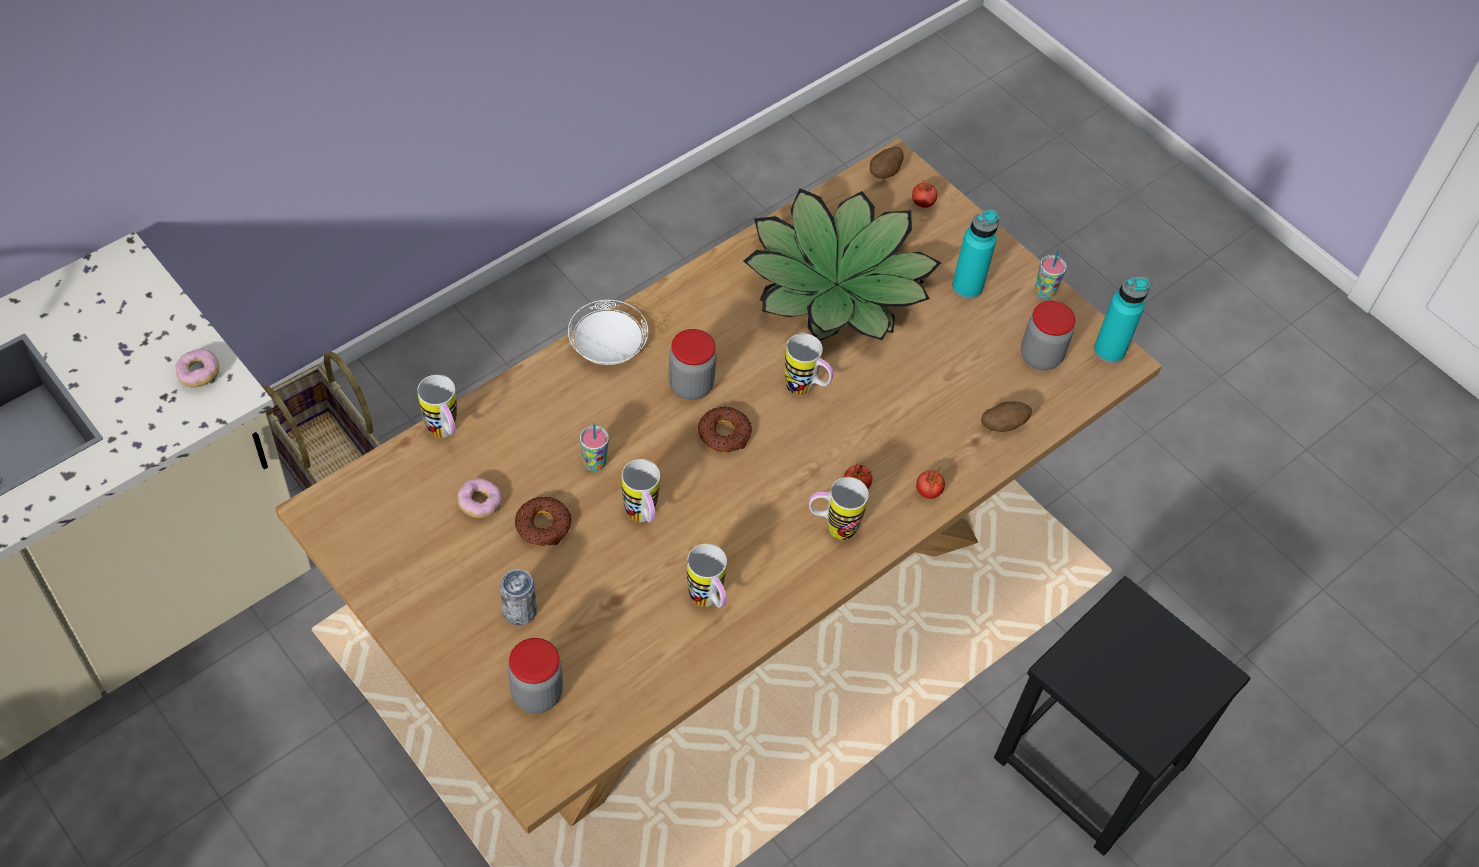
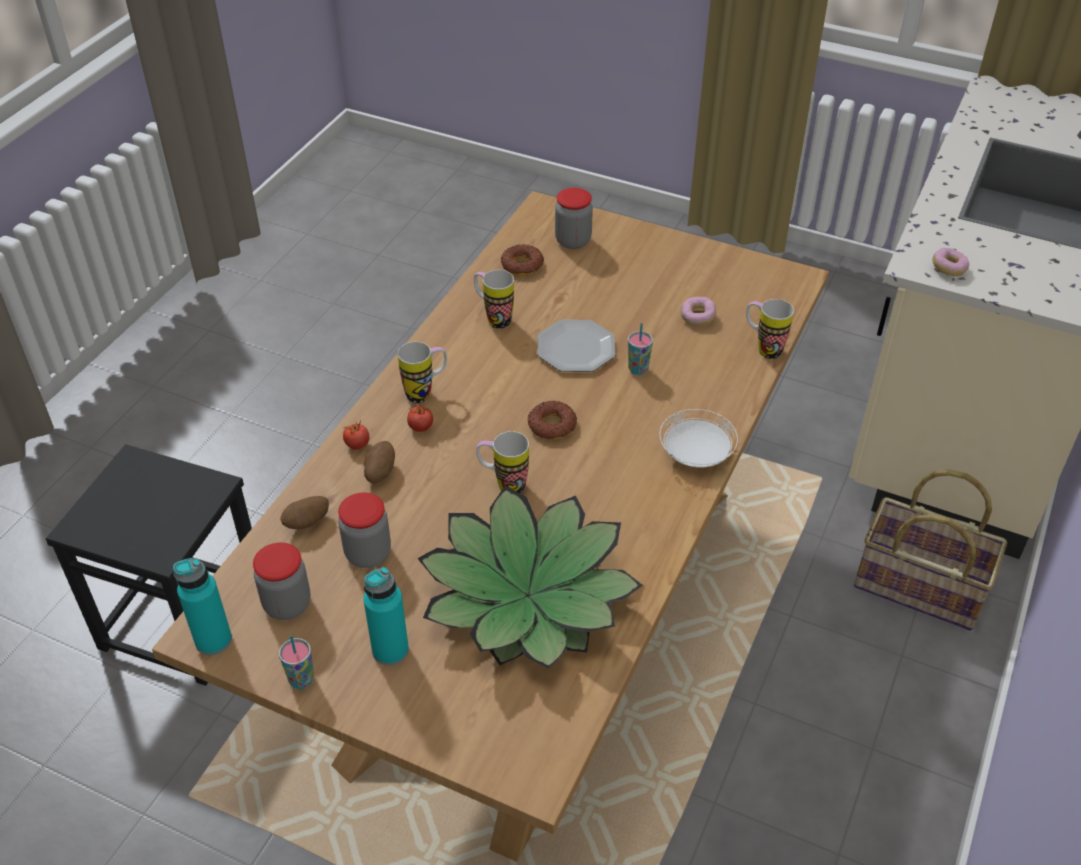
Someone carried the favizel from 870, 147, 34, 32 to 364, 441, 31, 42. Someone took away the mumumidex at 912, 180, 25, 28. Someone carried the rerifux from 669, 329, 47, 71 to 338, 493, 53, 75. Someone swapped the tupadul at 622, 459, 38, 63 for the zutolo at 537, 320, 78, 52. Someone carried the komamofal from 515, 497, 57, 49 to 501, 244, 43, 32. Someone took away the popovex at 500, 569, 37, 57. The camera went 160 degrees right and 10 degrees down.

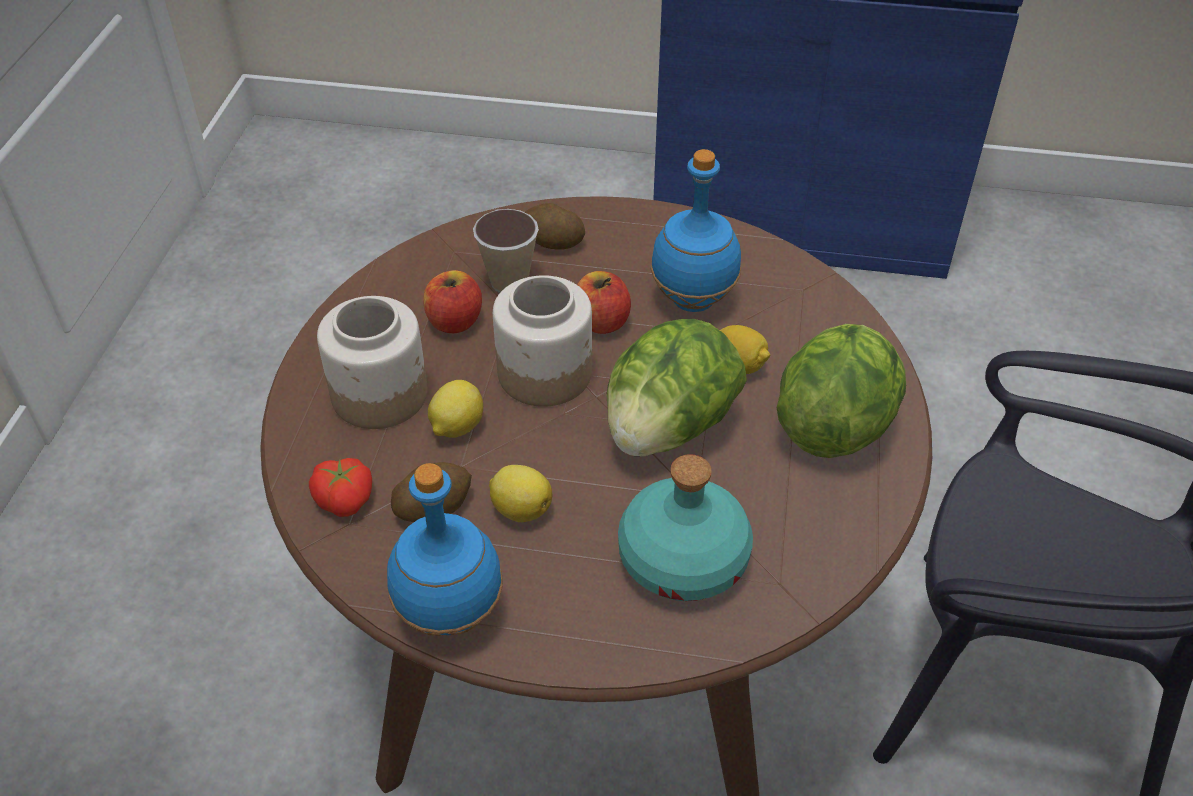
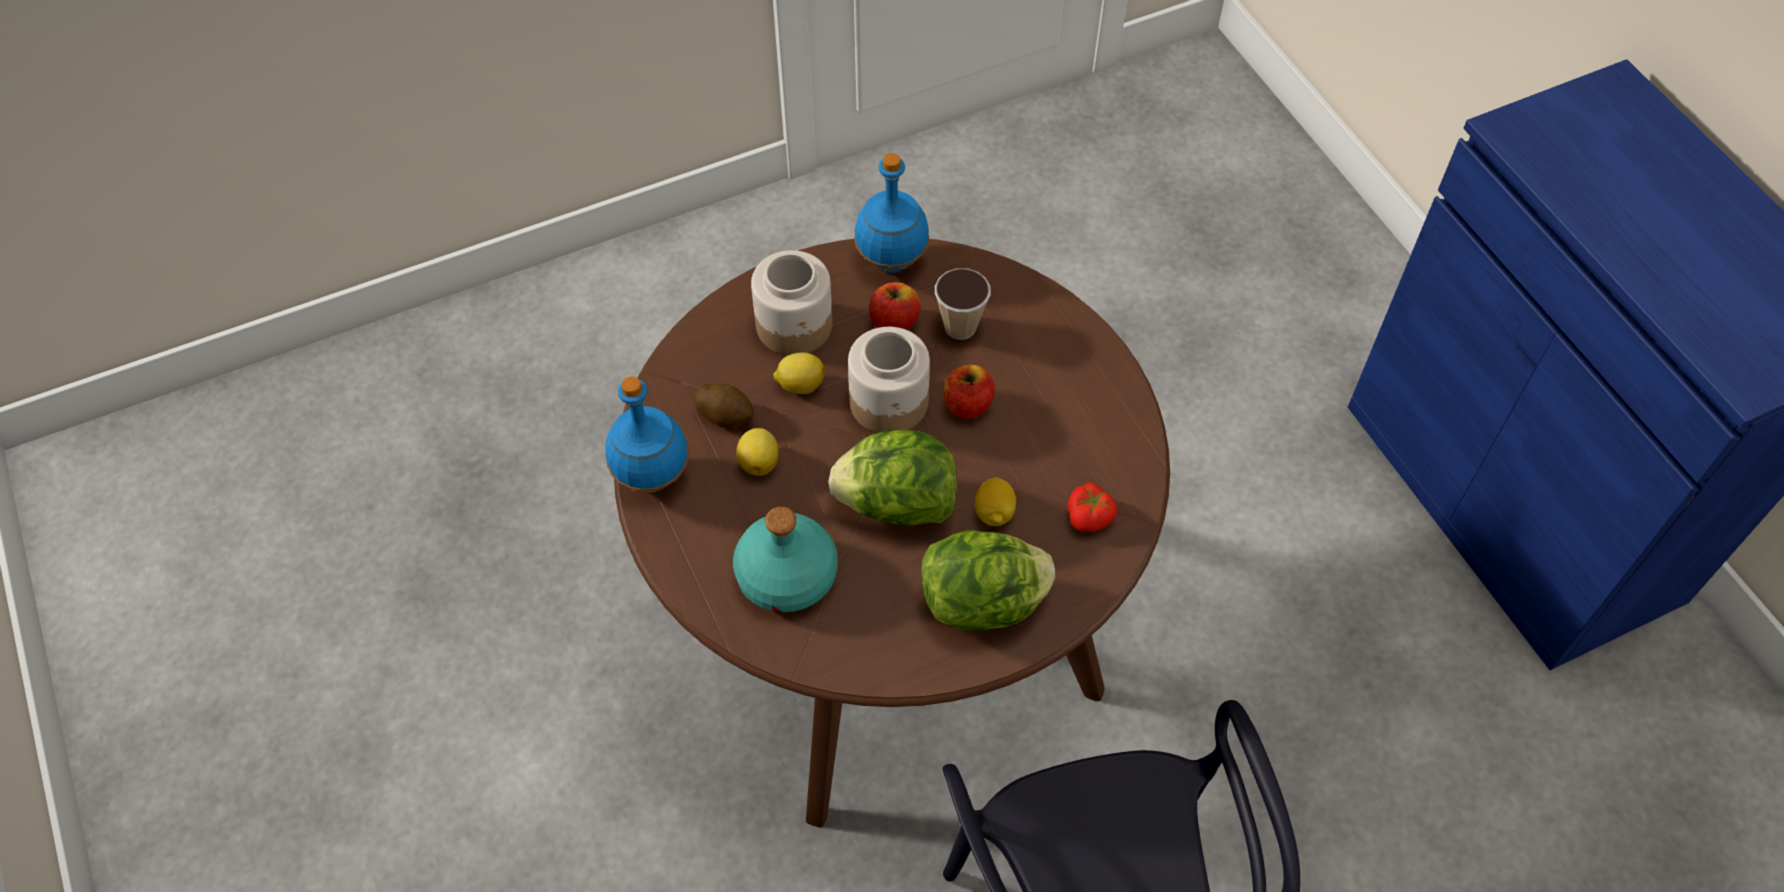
Someone carried the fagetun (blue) from 651, 149, 90, 163 to 854, 153, 75, 120. Someone took away the favizel at 525, 203, 60, 46. Someone carried the mumumidex from 309, 458, 63, 59 to 1068, 482, 49, 50. The camera went 55 degrees right and 10 degrees up.

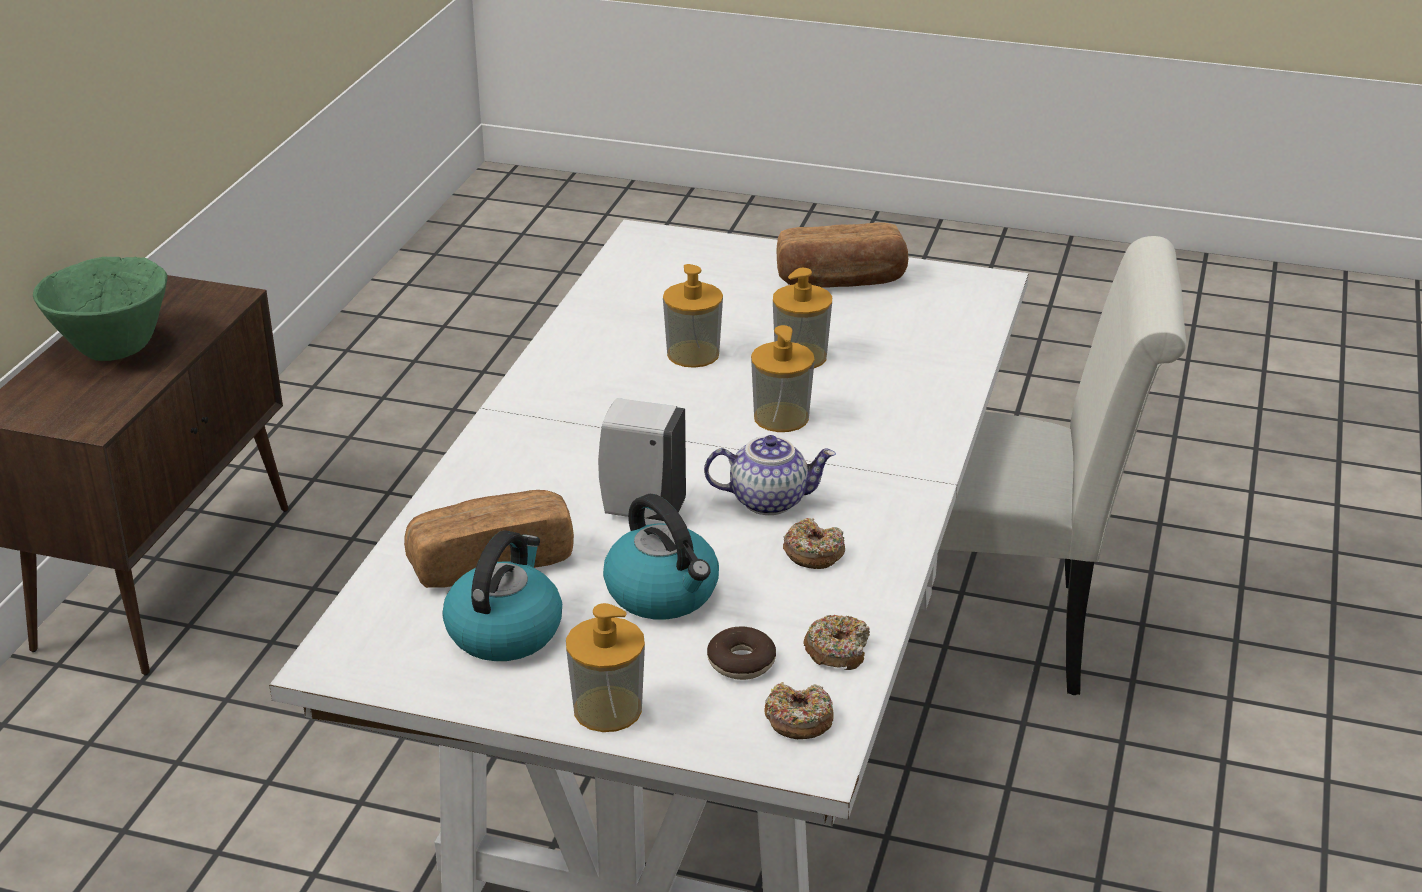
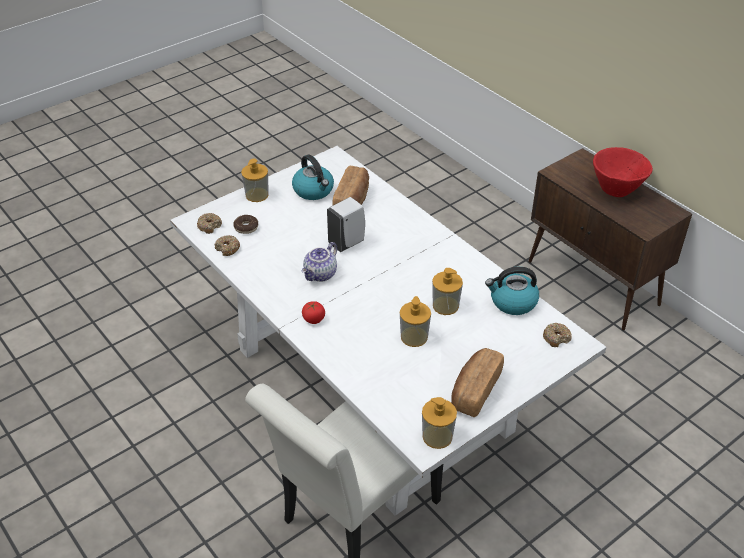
Someone repainted the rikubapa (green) at 33, 256, 134, 105, which became the rikubapa (red) at 593, 147, 60, 50. Someone carried the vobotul from 751, 325, 64, 107 to 422, 397, 35, 52. Someone carried the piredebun from 603, 494, 116, 126 to 485, 267, 54, 48. Someone carried the komamofal from 783, 518, 62, 51 to 543, 323, 29, 24. Someone put down the mumumidex at 302, 301, 23, 23. The camera went 125 degrees right and 10 degrees up.

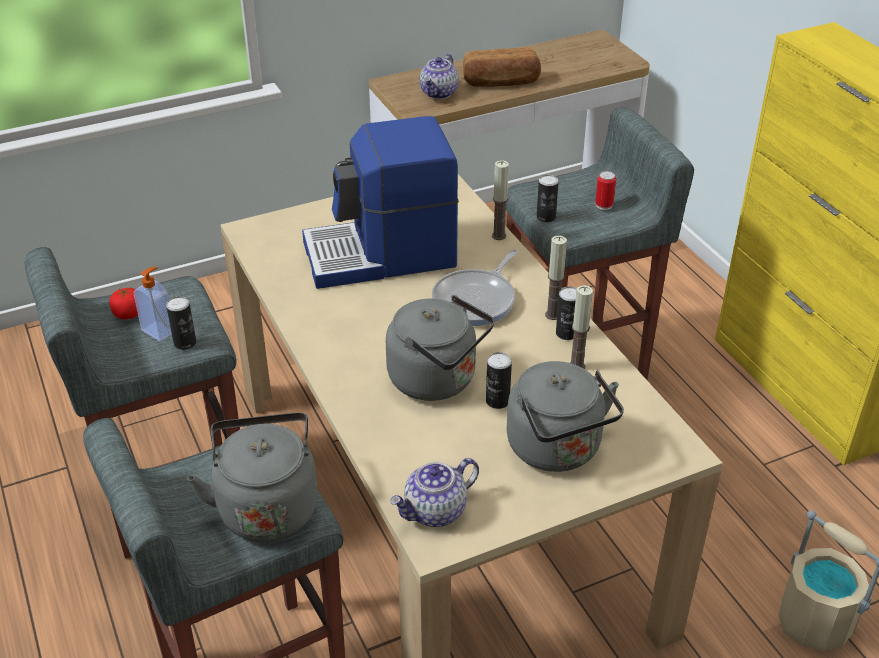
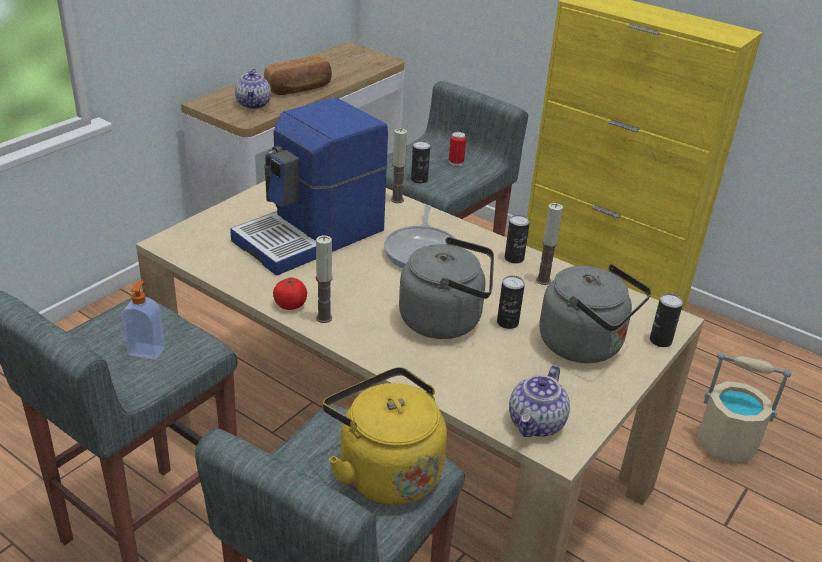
Someone carried the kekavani from 545, 236, 22, 84 to 316, 236, 17, 87. Someone carried the mumumidex from 109, 288, 29, 32 to 273, 278, 34, 32. Someone carried the popovex from 166, 296, 30, 54 to 650, 293, 33, 54. Someone repainted the piredebun (grey) at 187, 412, 131, 130, which became the piredebun (yellow) at 323, 367, 124, 138. The camera went 30 degrees left and 5 degrees down.

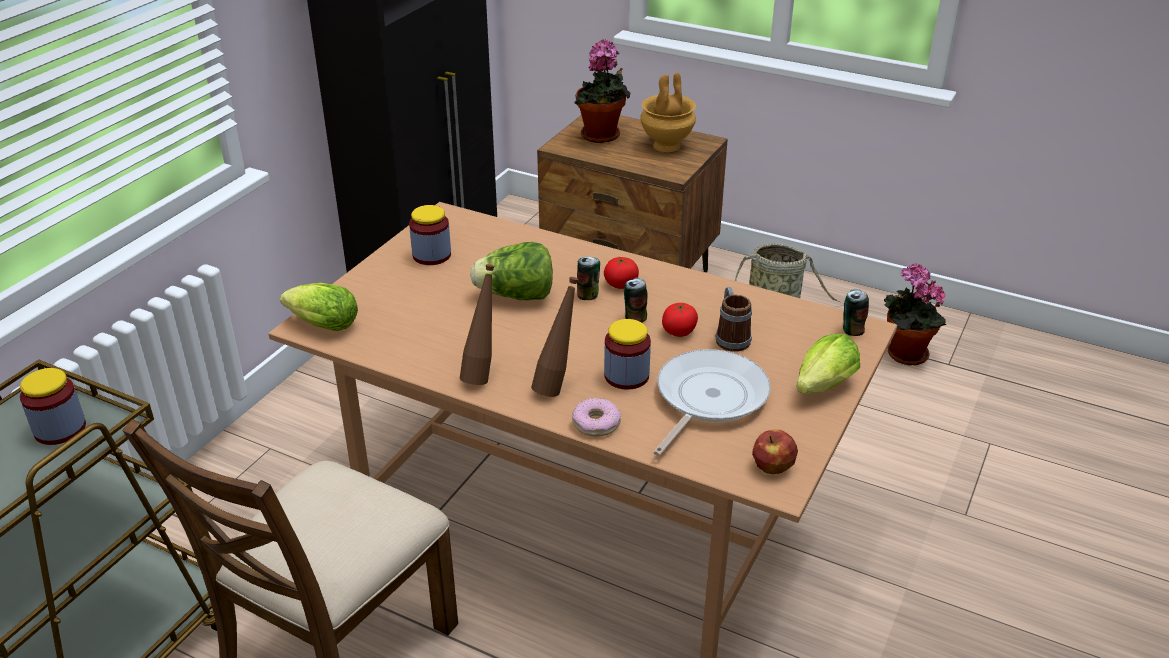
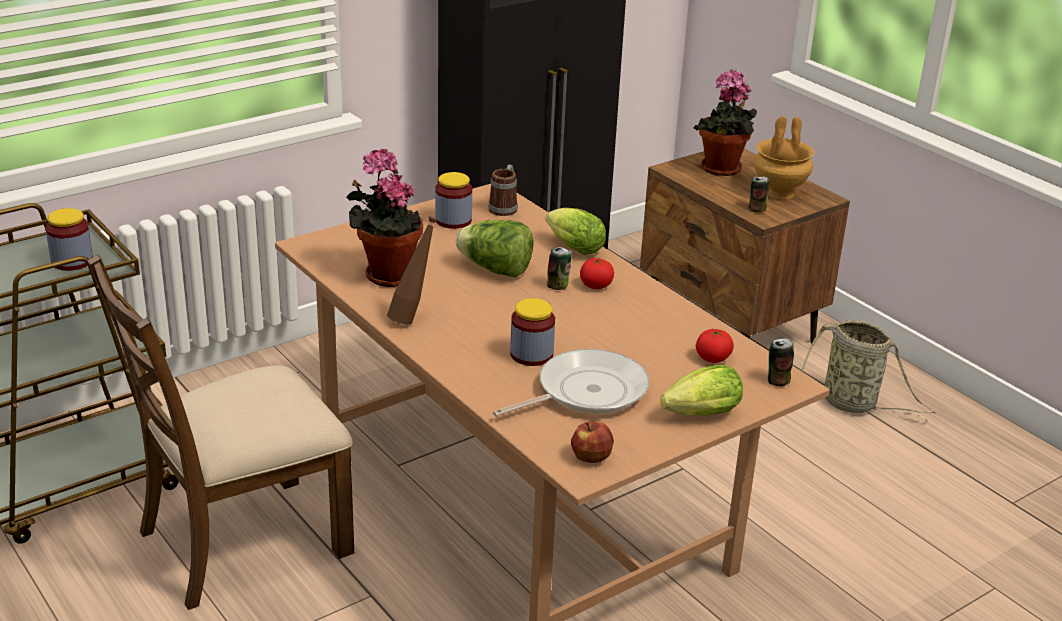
Someone carried the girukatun from 884, 263, 62, 102 to 346, 149, 77, 138. Someone took away the fagetun (brown) at 531, 277, 48, 120. Someone carried the popovex from 624, 278, 23, 45 to 749, 176, 20, 36. Someone carried the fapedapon from 280, 283, 78, 48 to 545, 208, 61, 47. Someone carried the tupadul from 715, 287, 37, 65 to 488, 165, 30, 51. Someone carried the mumumidex from 662, 303, 36, 34 to 696, 328, 38, 35. Someone took away the komamofal at 572, 398, 49, 38. The camera went 25 degrees right and 5 degrees down.

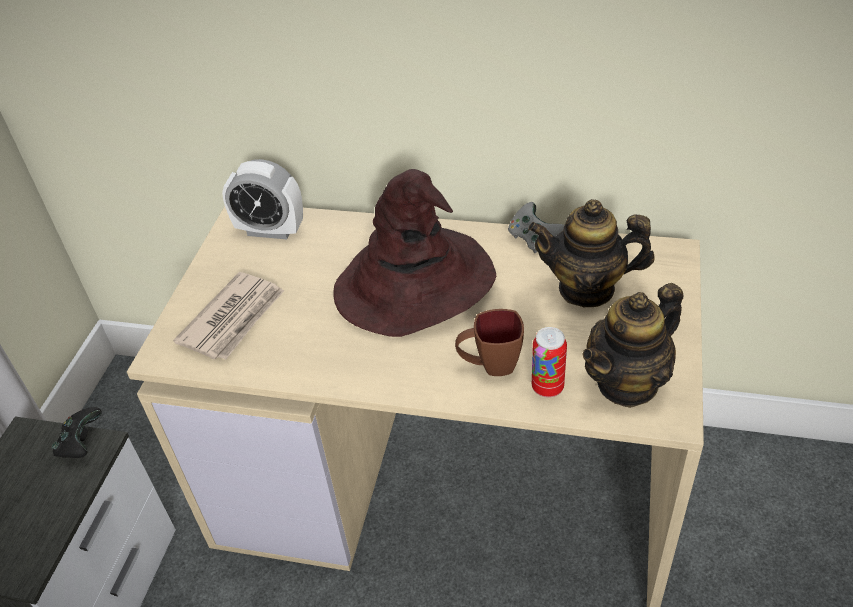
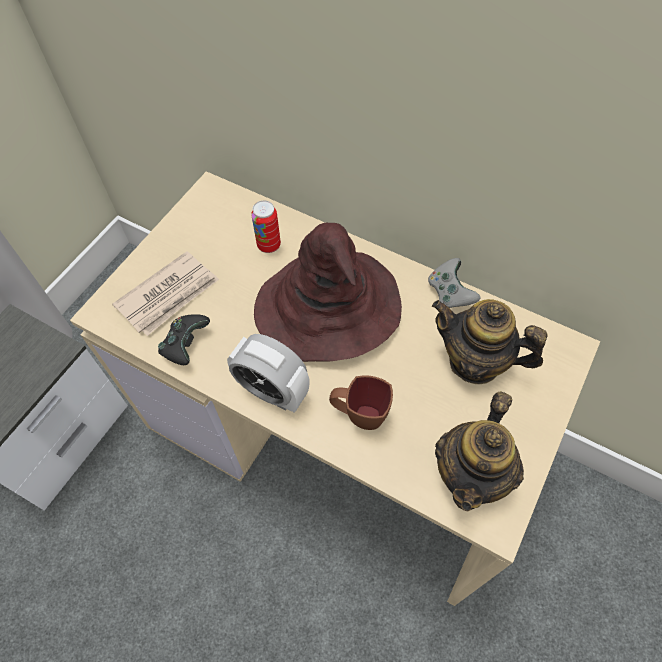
Someone carried the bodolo from 222, 159, 81, 80 to 227, 334, 83, 79. Someone rotated the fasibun at 582, 283, 102, 125 by 45 degrees counterclockwise. Someone carried the popovex from 532, 327, 35, 70 to 251, 200, 30, 53. Someone carried the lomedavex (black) from 52, 407, 50, 51 to 158, 314, 52, 51. The camera went 15 degrees right and 15 degrees up.

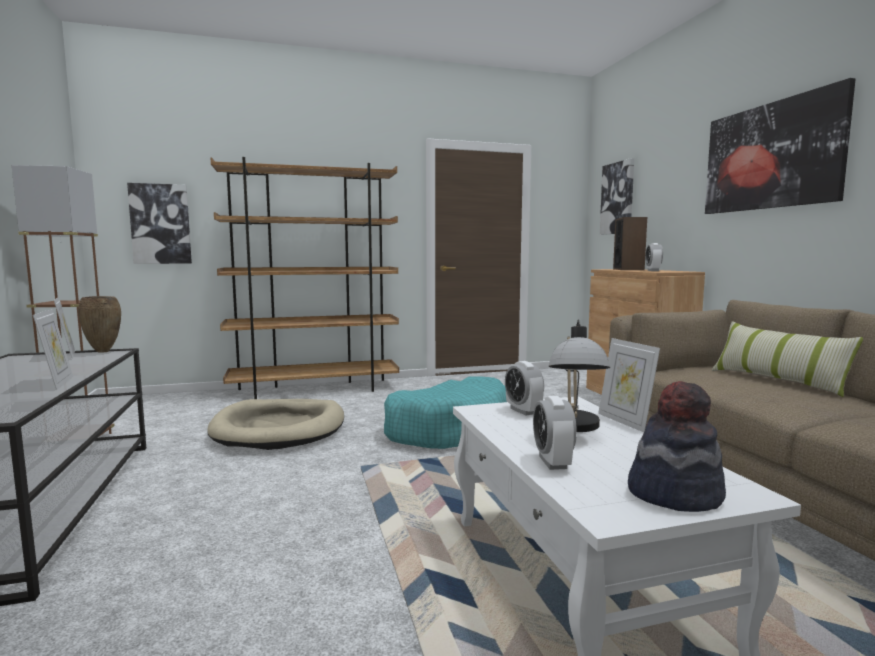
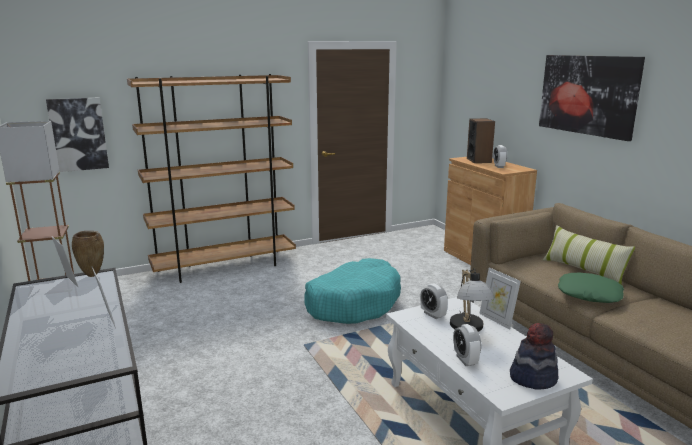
Someone took away the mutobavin at 600, 158, 34, 77. Someone took away the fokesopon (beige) at 207, 399, 137, 51. Someone put down the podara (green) at 558, 273, 66, 30. The camera went 10 degrees left and 10 degrees up.

